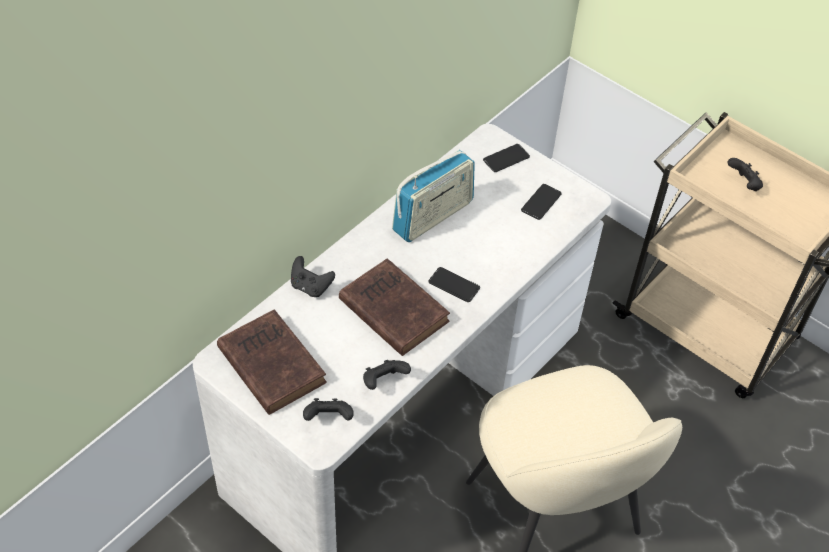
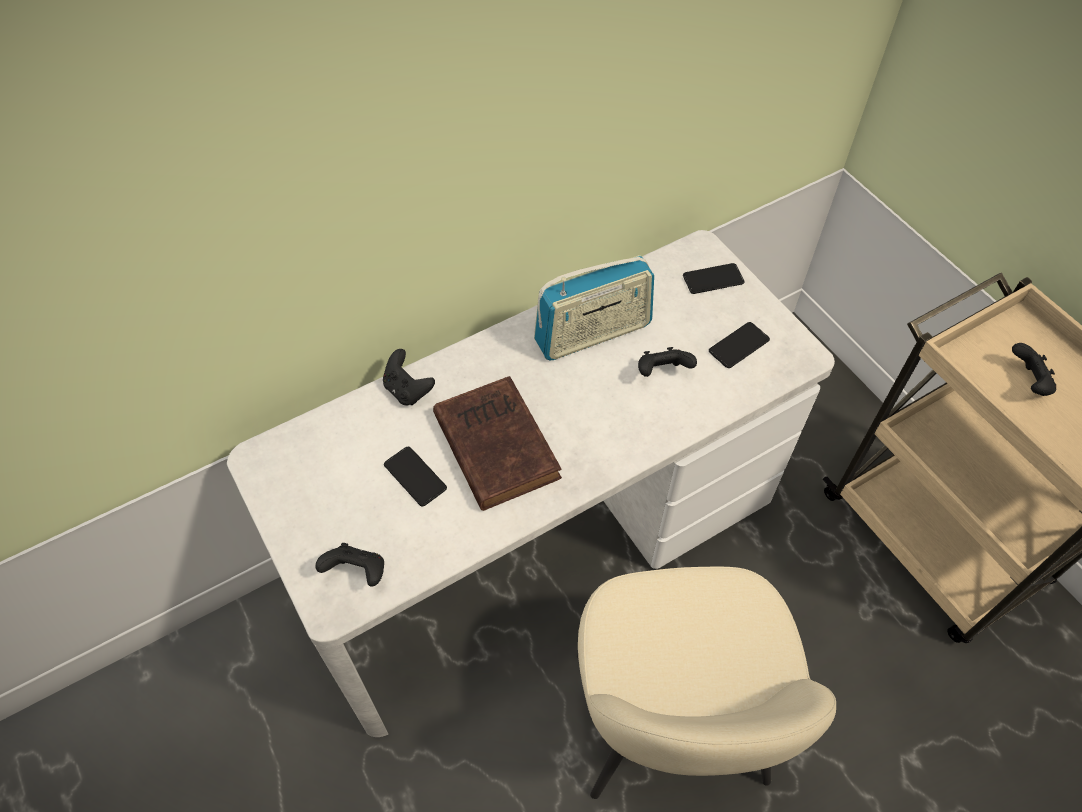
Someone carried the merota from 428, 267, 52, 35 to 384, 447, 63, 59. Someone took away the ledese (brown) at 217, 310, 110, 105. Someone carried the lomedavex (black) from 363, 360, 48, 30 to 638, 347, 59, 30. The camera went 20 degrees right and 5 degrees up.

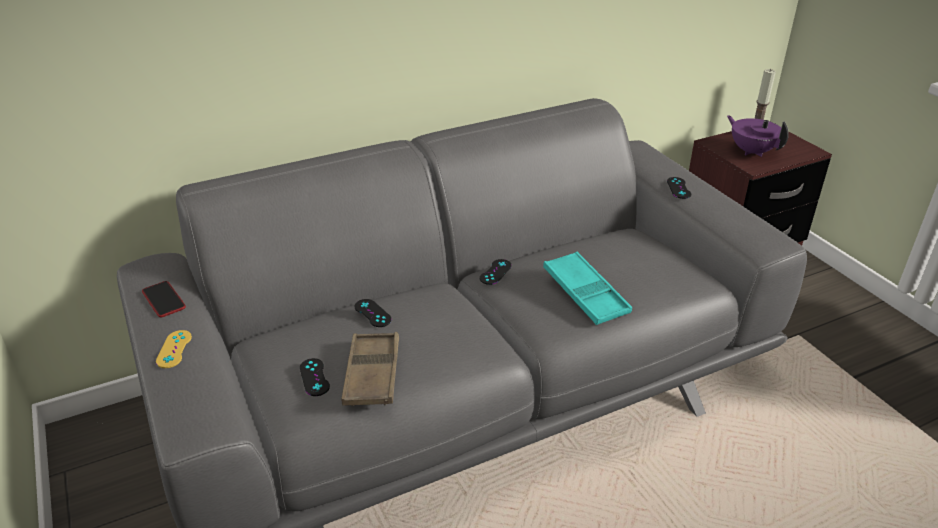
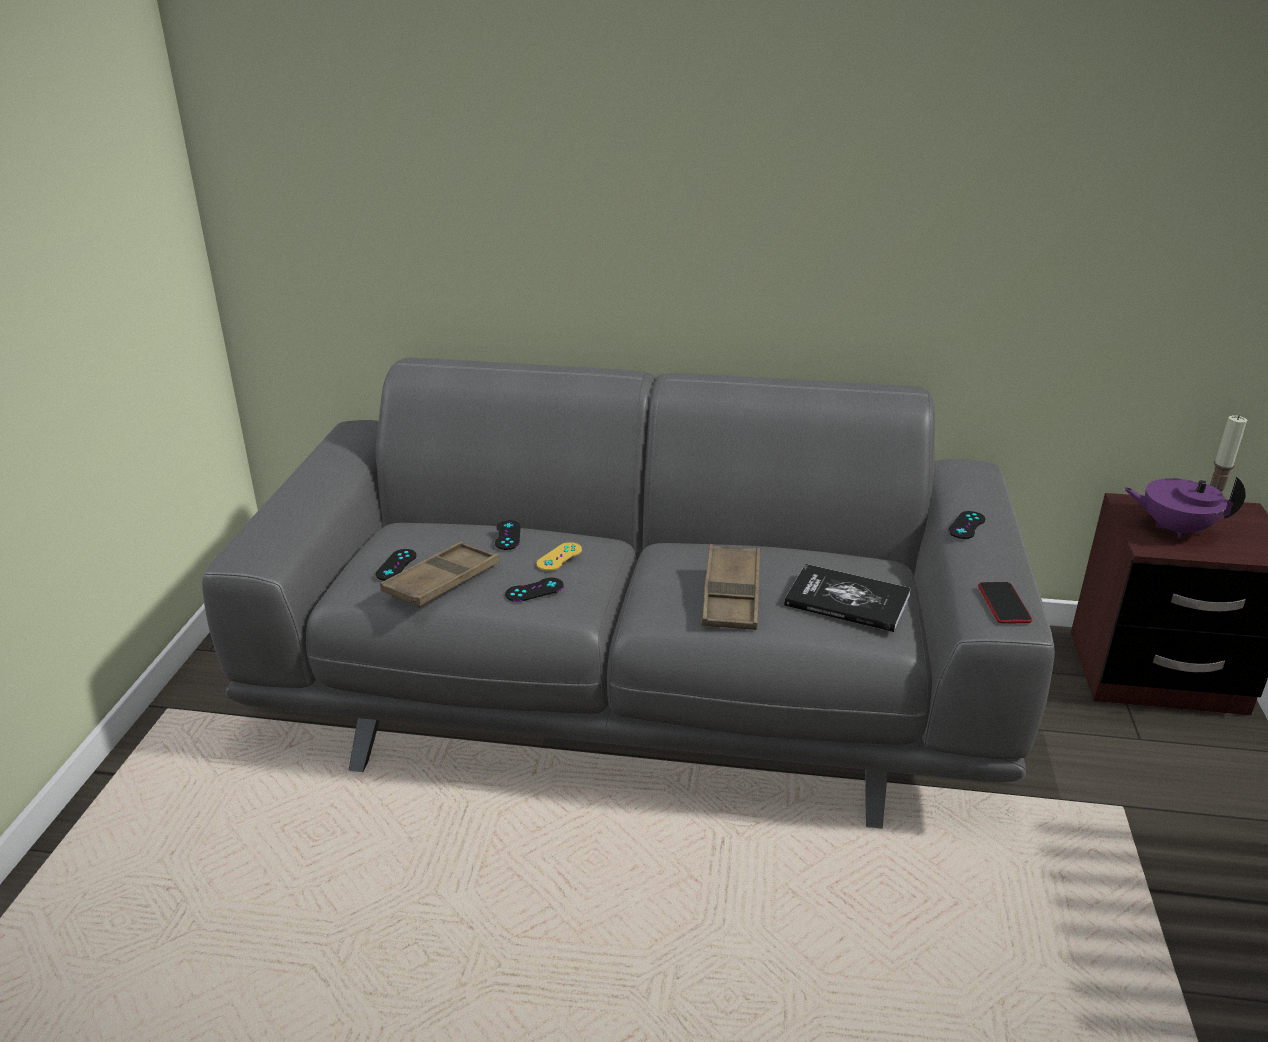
Someone rotated the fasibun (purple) at 727, 115, 62, 42 by 75 degrees counterclockwise. Someone repainted the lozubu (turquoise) at 543, 252, 89, 73, which became the lozubu (brown) at 701, 544, 59, 86. Someone carried the lomedavex (black) from 480, 259, 32, 26 to 505, 578, 59, 24. Someone carried the merota from 142, 281, 44, 36 to 978, 582, 54, 42. Someone carried the lomedavex (yellow) from 156, 330, 36, 38 to 536, 542, 46, 29. Someone put down the ledese at 784, 564, 127, 68. The camera went 35 degrees right and 5 degrees down.

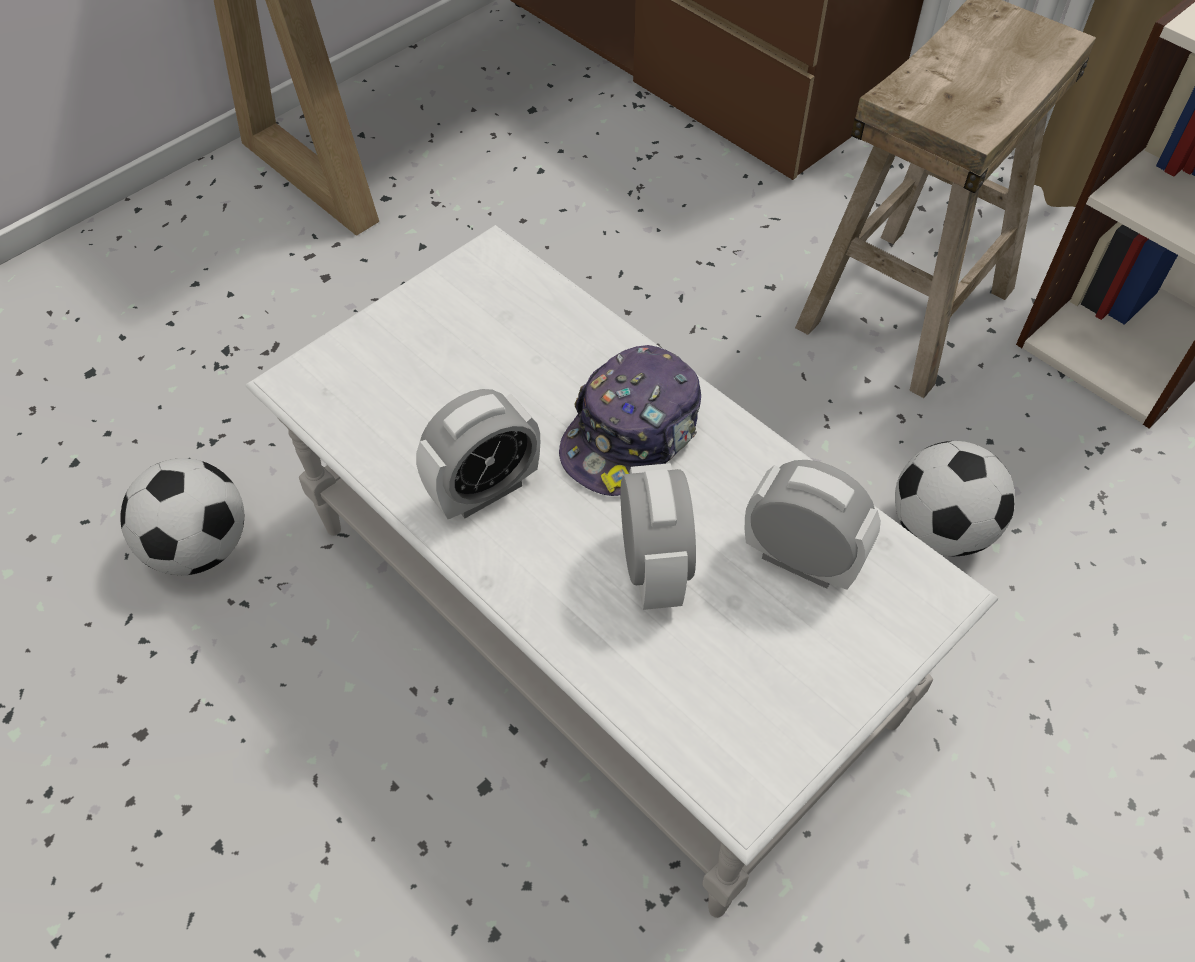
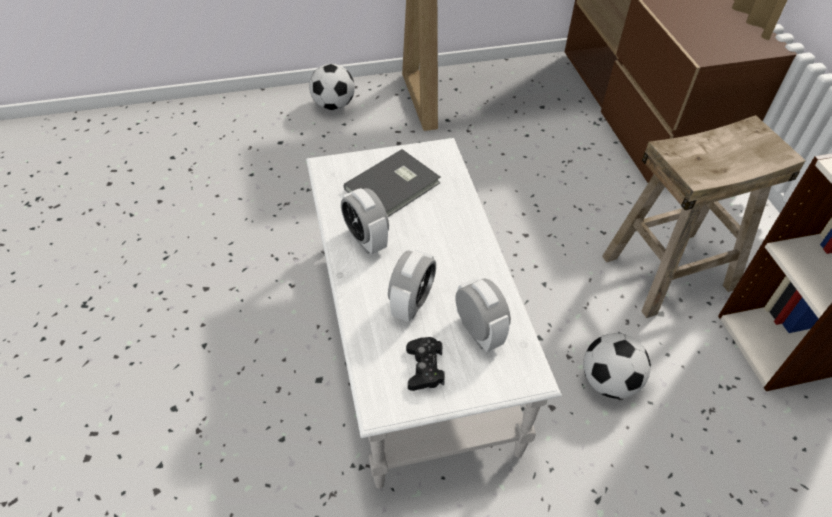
Someone took away the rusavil at 559, 345, 142, 151. Someone rotated the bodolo at 416, 389, 124, 130 by 60 degrees clockwise. Someone carried the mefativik from 120, 458, 124, 117 to 309, 64, 46, 46. Someone put down the ledese (grey) at 344, 149, 97, 68. Someone put down the lomedavex (black) at 406, 337, 39, 54. The camera went 30 degrees right and 5 degrees down.

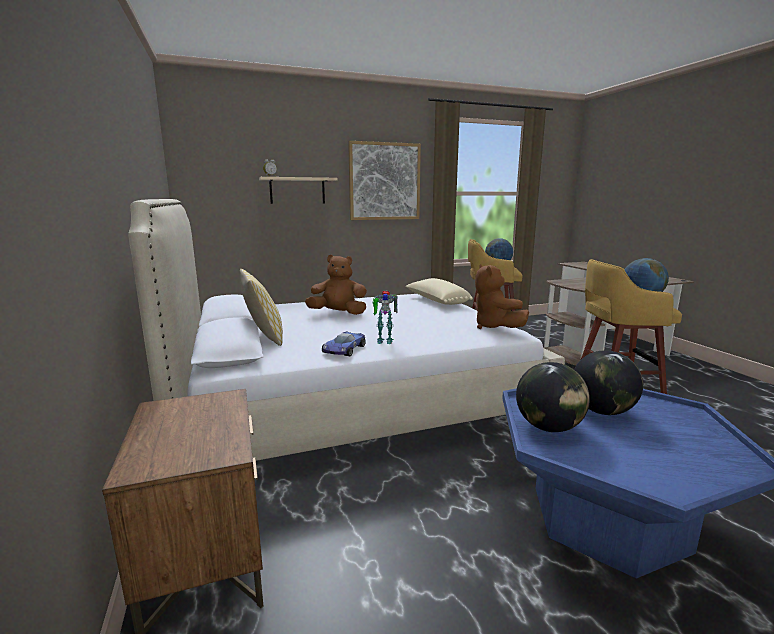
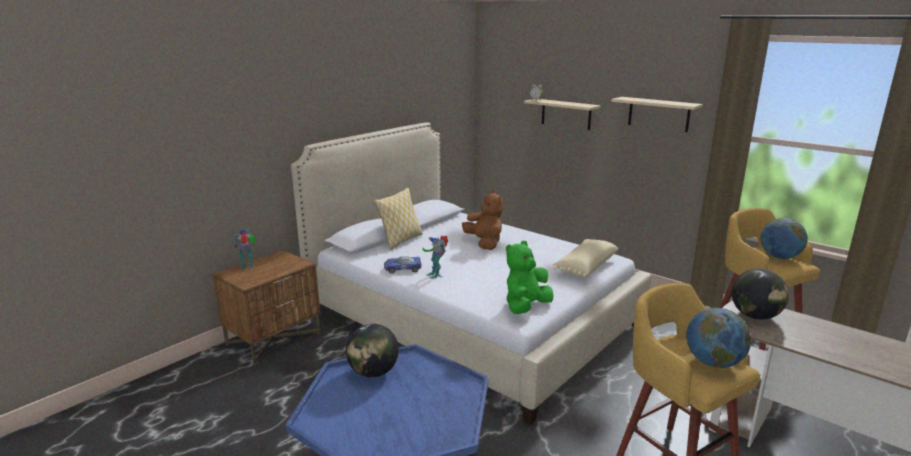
Someone swapped the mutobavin at 348, 141, 73, 79 for the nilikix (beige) at 611, 97, 92, 35. Someone repainted the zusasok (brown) at 475, 264, 54, 65, which became the zusasok (green) at 506, 241, 47, 73. Someone carried the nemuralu from 574, 350, 69, 65 to 731, 268, 58, 52. Someone put down the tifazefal at 233, 229, 22, 41. The camera went 60 degrees right and 5 degrees up.

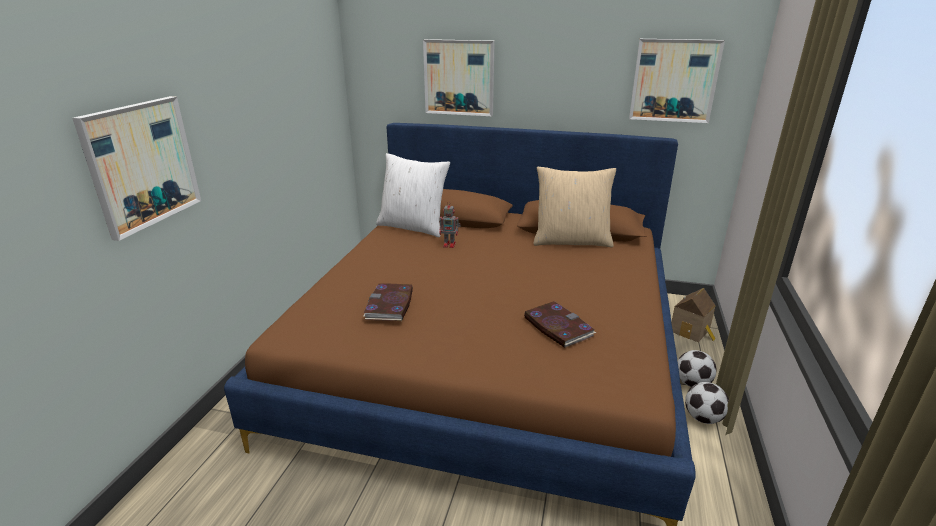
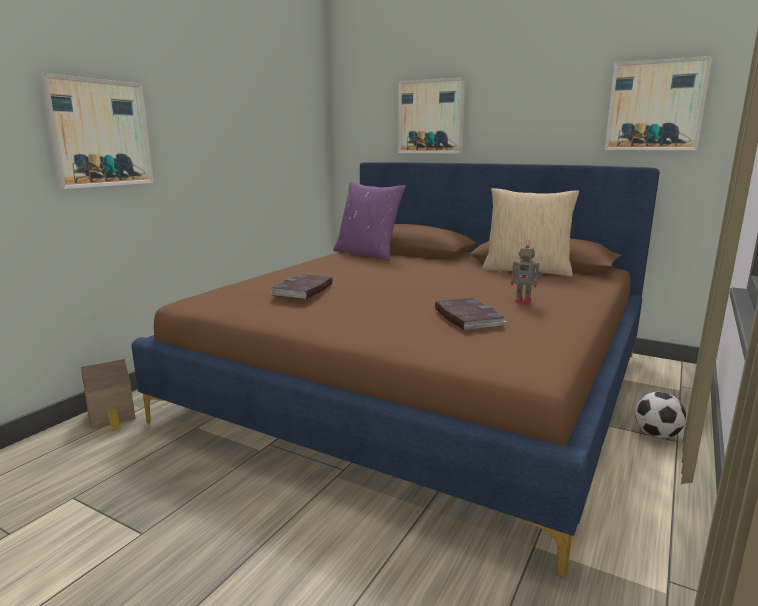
Someone repainted the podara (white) at 376, 153, 74, 84, which became the podara (purple) at 333, 182, 73, 79. Someone carried the tifazefal from 439, 203, 21, 45 to 511, 241, 30, 64. Someone carried the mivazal from 671, 288, 45, 54 to 81, 359, 55, 72. Someone took away the mefativik at 685, 382, 44, 42. The camera went 15 degrees right and 10 degrees down.

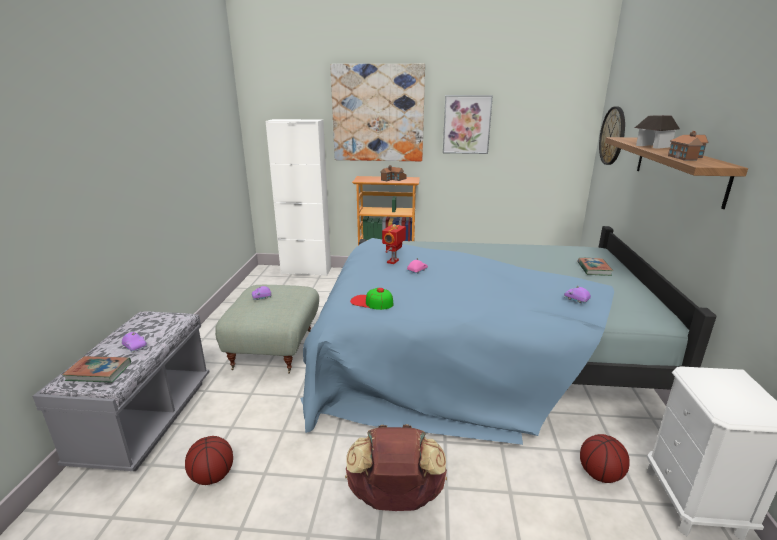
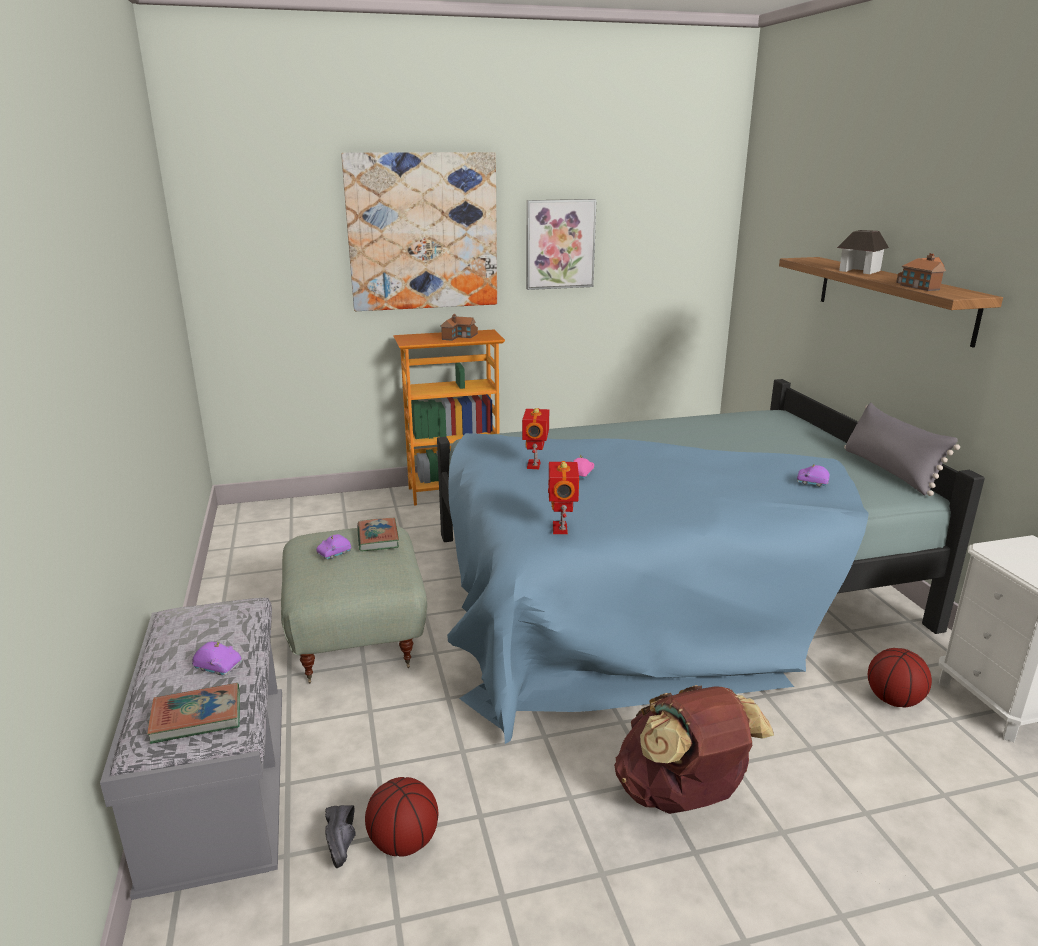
Someone took away the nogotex at 599, 106, 26, 59. Someone took away the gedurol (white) at 266, 119, 65, 157. Someone carried the ledese from 577, 258, 36, 18 to 357, 518, 42, 34. Someone swapped the rusavil at 350, 288, 43, 22 for the tifazefal at 548, 461, 31, 73. Someone put down the podara (grey) at 844, 402, 116, 94. Someone put down the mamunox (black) at 325, 805, 31, 63. The camera went 20 degrees left and 0 degrees up.

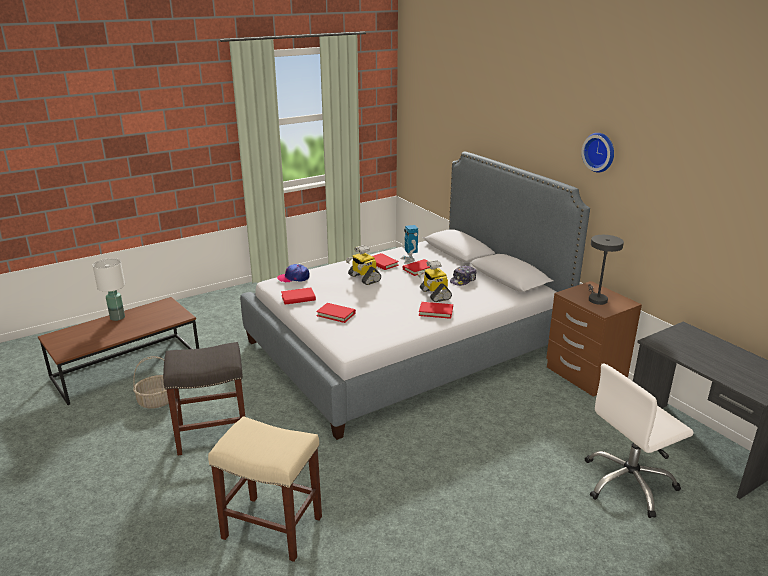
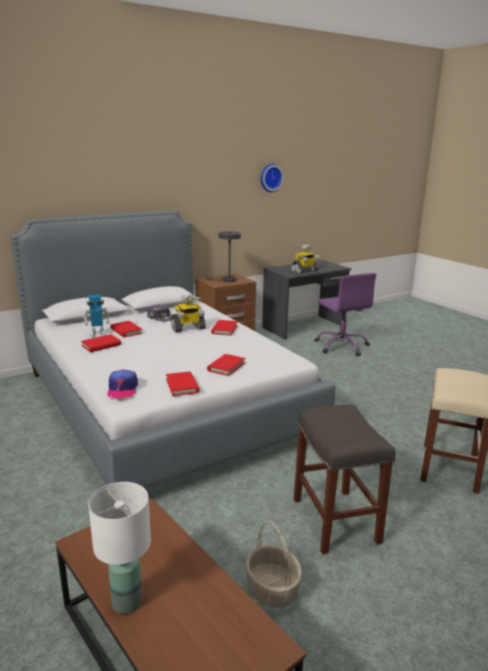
Someone carried the nogotex from 581, 133, 33, 40 to 261, 164, 23, 28. Someone carried the tifazefal from 346, 245, 35, 40 to 291, 244, 28, 29. Someone repainted the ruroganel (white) at 585, 363, 109, 155, which became the ruroganel (purple) at 314, 273, 62, 83. The camera went 90 degrees left and 5 degrees down.

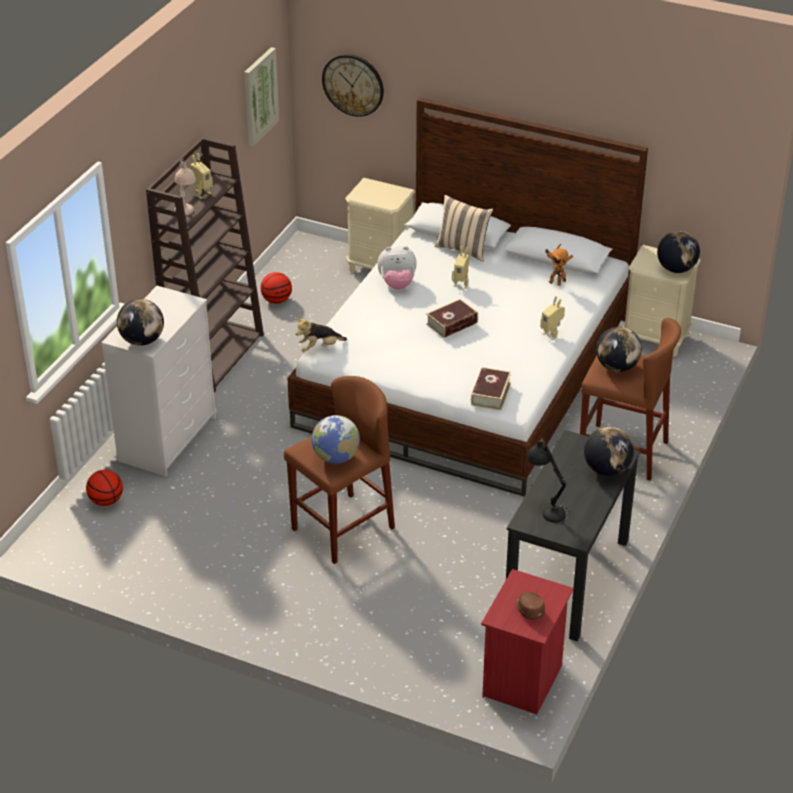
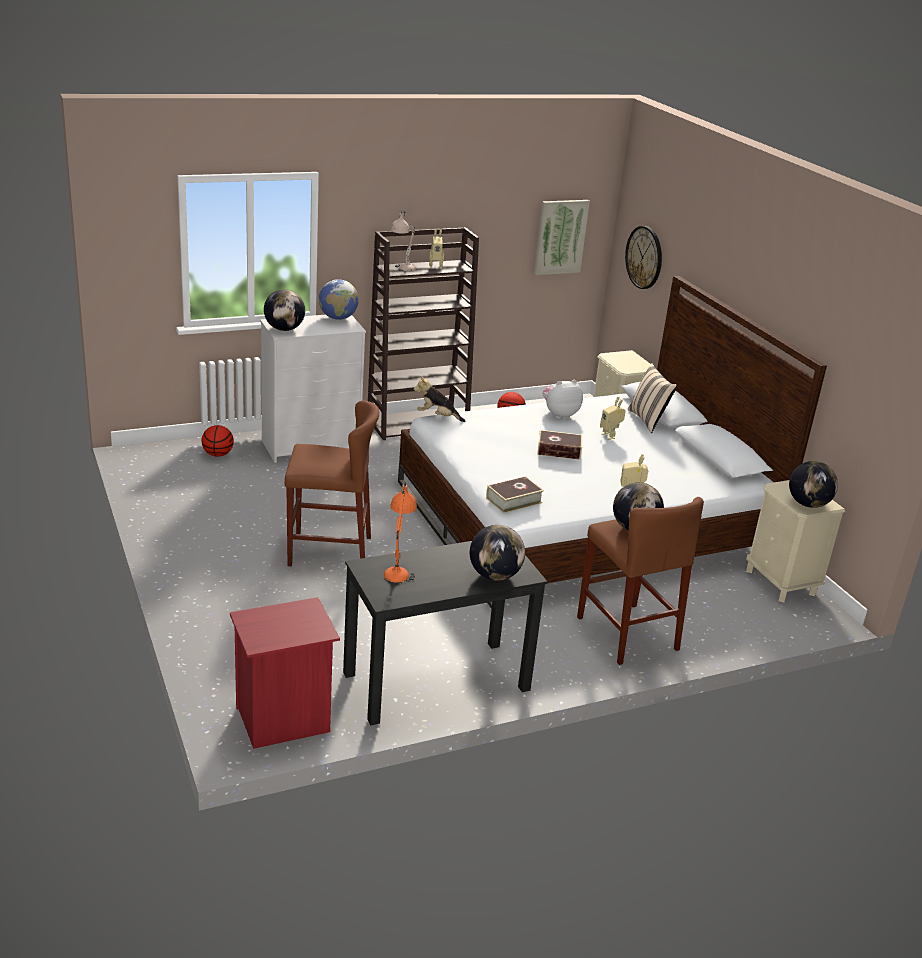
Someone took away the tifazefal at 545, 244, 28, 42. Someone rotated the zusasok at 377, 246, 40, 44 by 120 degrees clockwise. Someone carried the nemuralu from 312, 415, 48, 49 to 319, 279, 40, 41. Someone repainted the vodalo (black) at 527, 437, 42, 86, which became the vodalo (orange) at 384, 482, 33, 102. Someone took away the rusavil (brown) at 515, 592, 30, 28. The camera went 40 degrees right and 10 degrees down.

